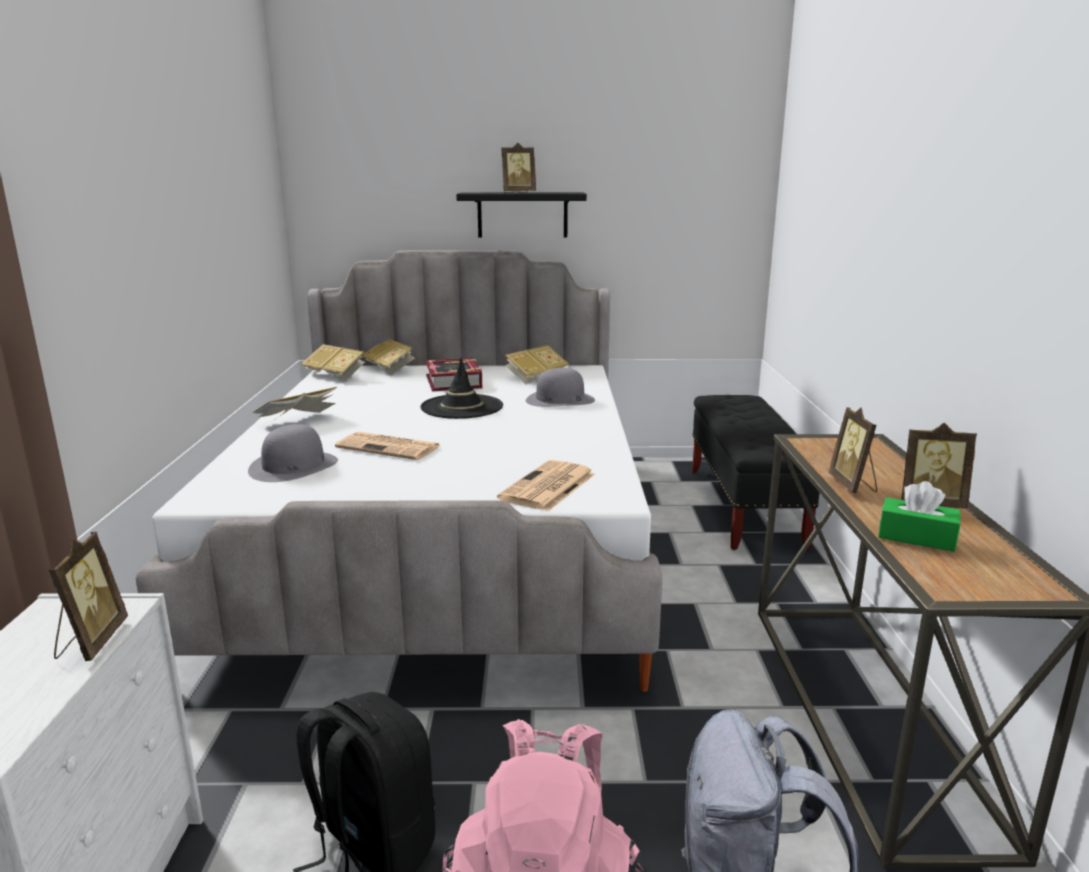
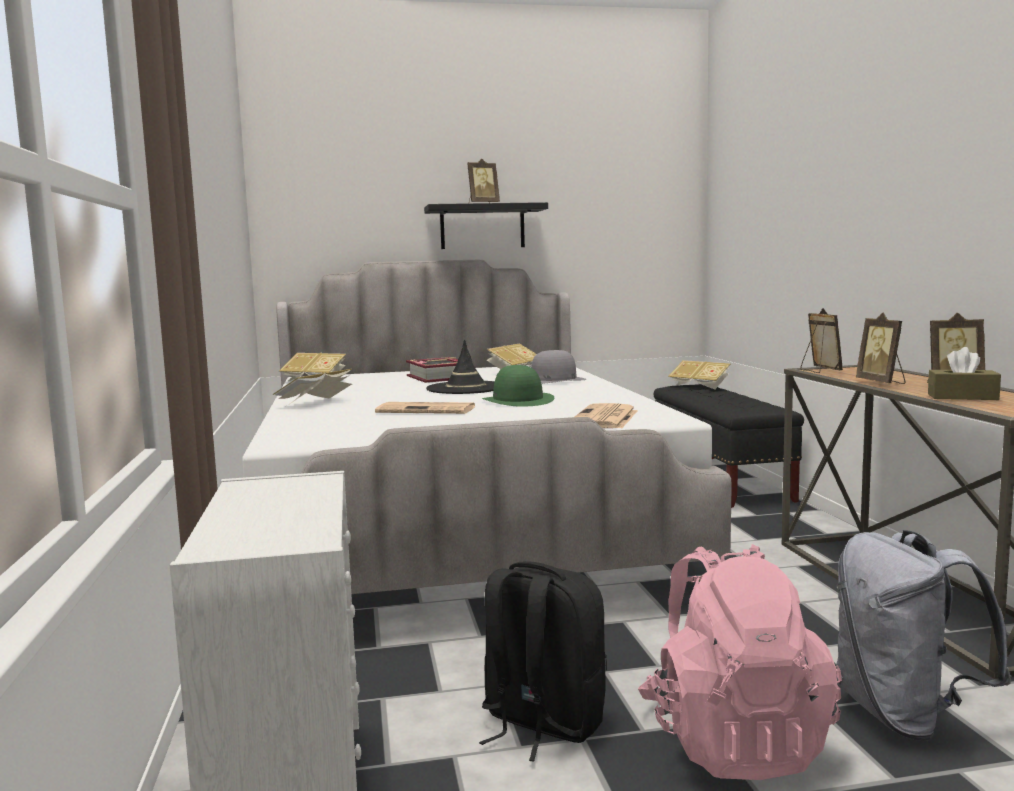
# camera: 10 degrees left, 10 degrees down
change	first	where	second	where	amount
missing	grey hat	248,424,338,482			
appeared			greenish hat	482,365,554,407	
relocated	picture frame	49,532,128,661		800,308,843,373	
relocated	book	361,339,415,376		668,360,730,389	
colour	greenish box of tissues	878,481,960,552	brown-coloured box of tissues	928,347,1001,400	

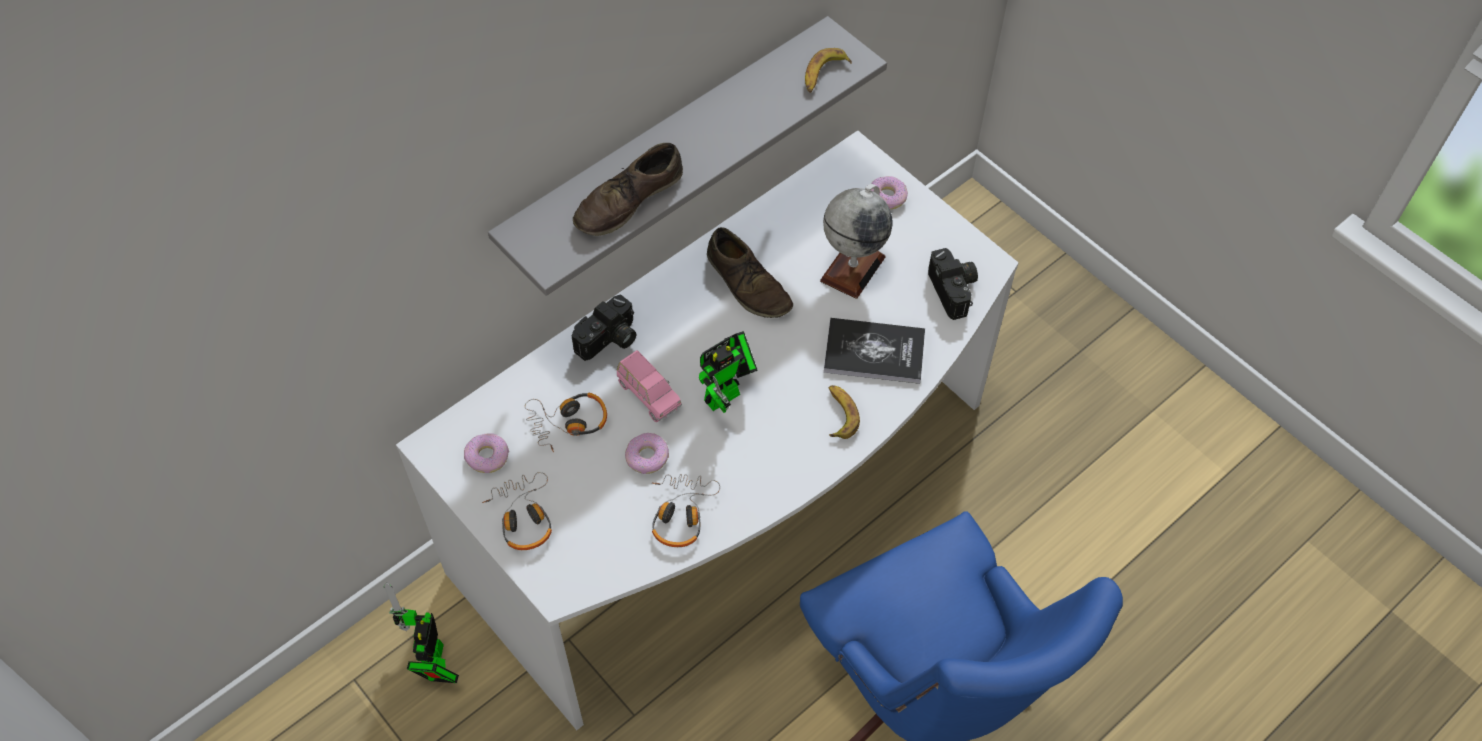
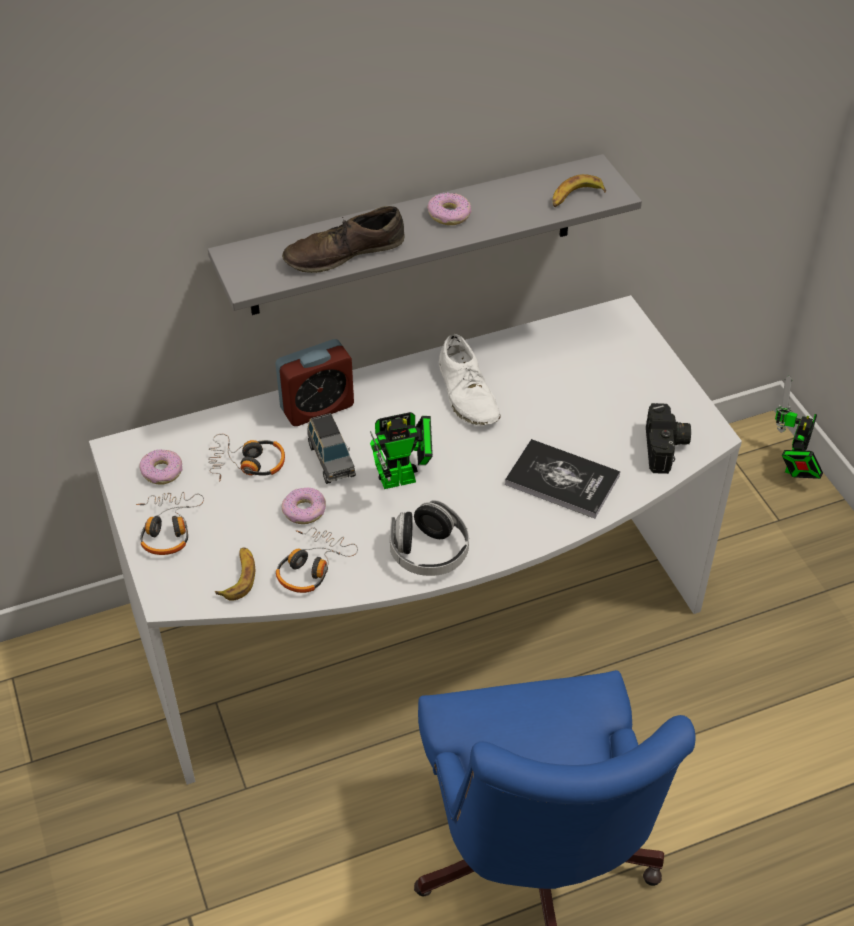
# camera: 20 degrees right, 10 degrees down
change	first	where	second	where	amount
missing	globe	820,184,893,299			
appeared			pair of headphones	390,500,469,576	
relocated	model robot	384,582,459,683		775,375,823,479	
relocated	whole banana	829,385,860,439		215,547,255,601	
relocated	donut	871,176,908,209		427,193,471,225	
exchanged	still camera	572,294,636,361	bedside clock	275,339,354,426	
colour	pinkish model car	617,350,682,422	grey model car	307,413,356,484	
colour	brown-coloured shoe	707,227,793,318	whitish shoe	439,334,501,426	

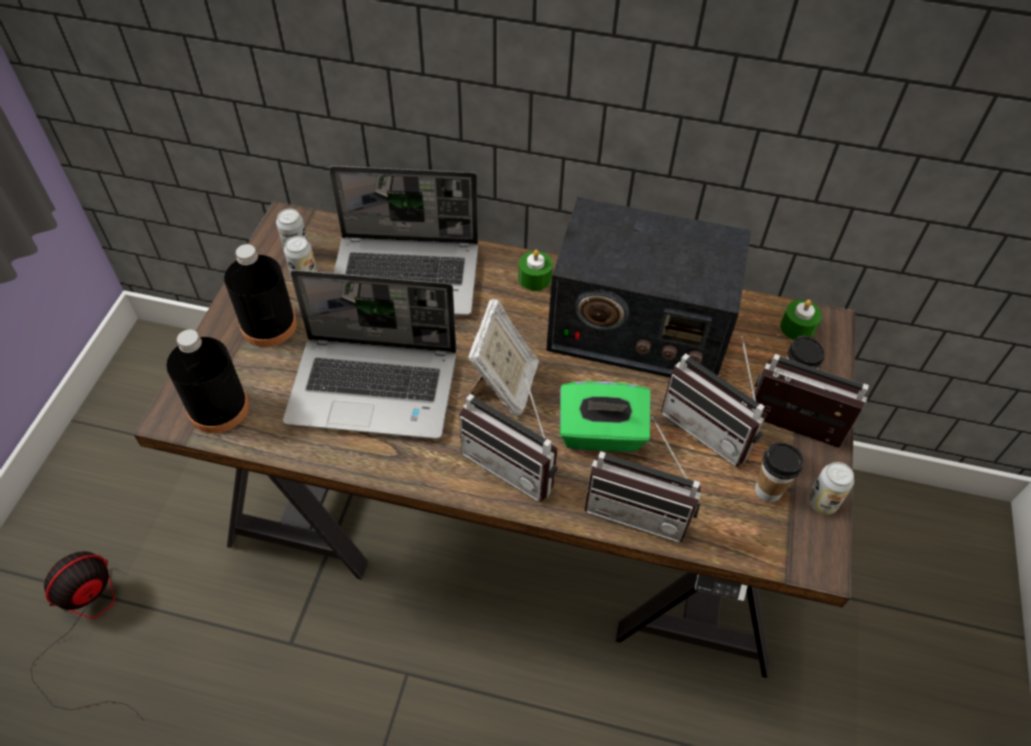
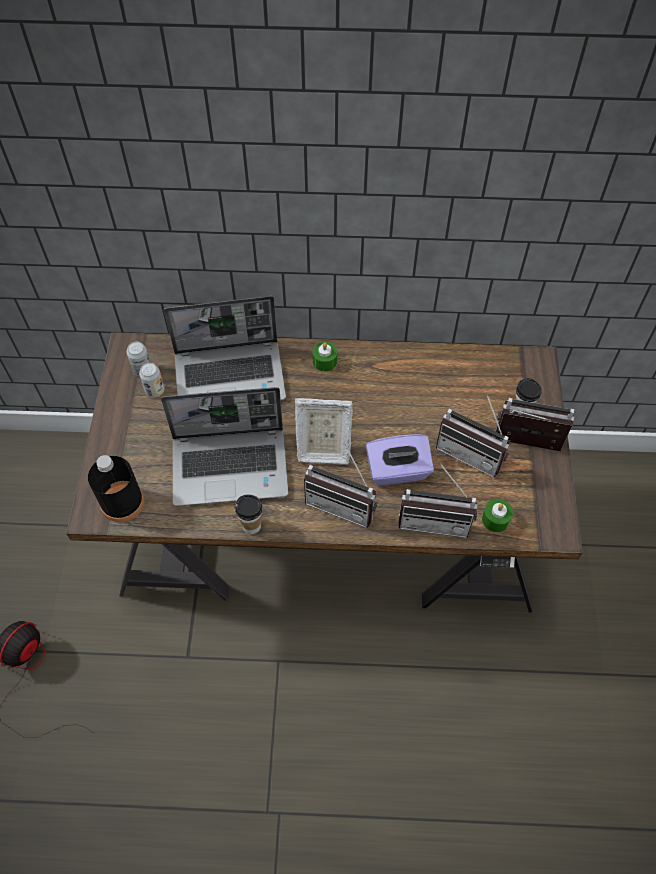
# camera: 10 degrees left, 5 degrees up
change	first	where	second	where	amount
missing	black-coloured bottle	224,244,297,347			
missing	radio	546,197,751,378			
missing	sealed can	808,462,854,515			
relocated	drinking cup	755,442,803,502		235,494,262,534	
relocated	greenish wax candle	780,300,822,340		482,499,513,532	
colour	greenish box of tissues	560,381,650,452	purplish box of tissues	366,434,434,486	
spun	picture frame	468,299,539,417		295,398,353,465	90 degrees clockwise

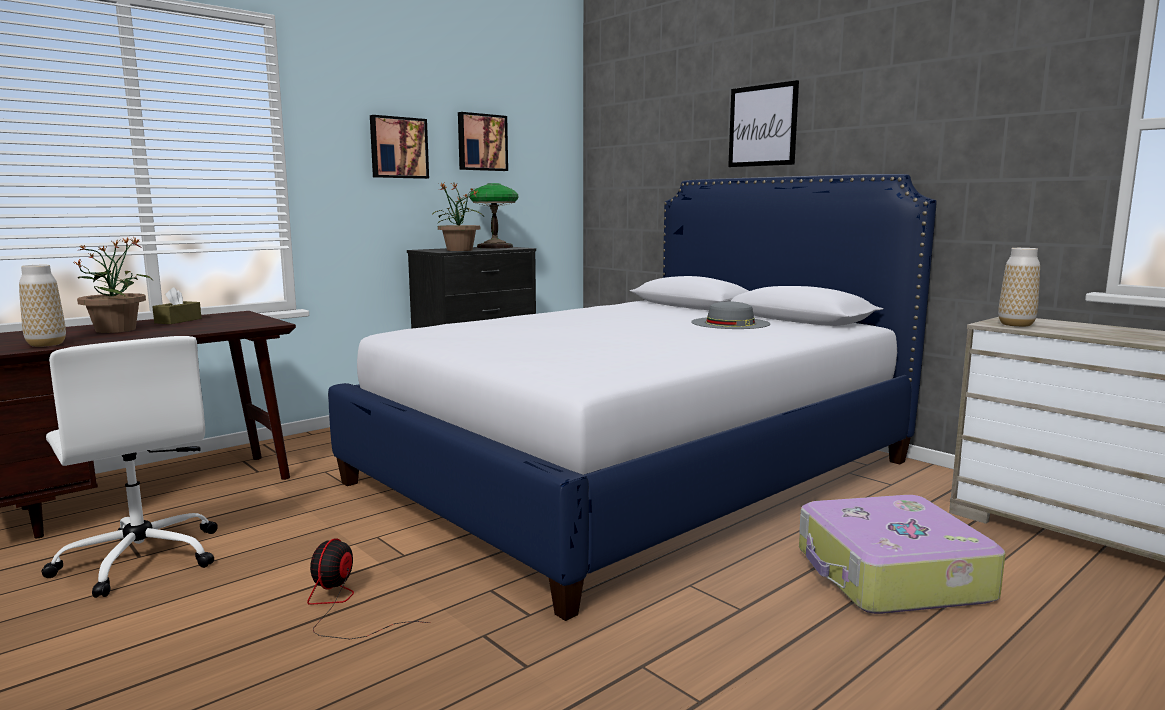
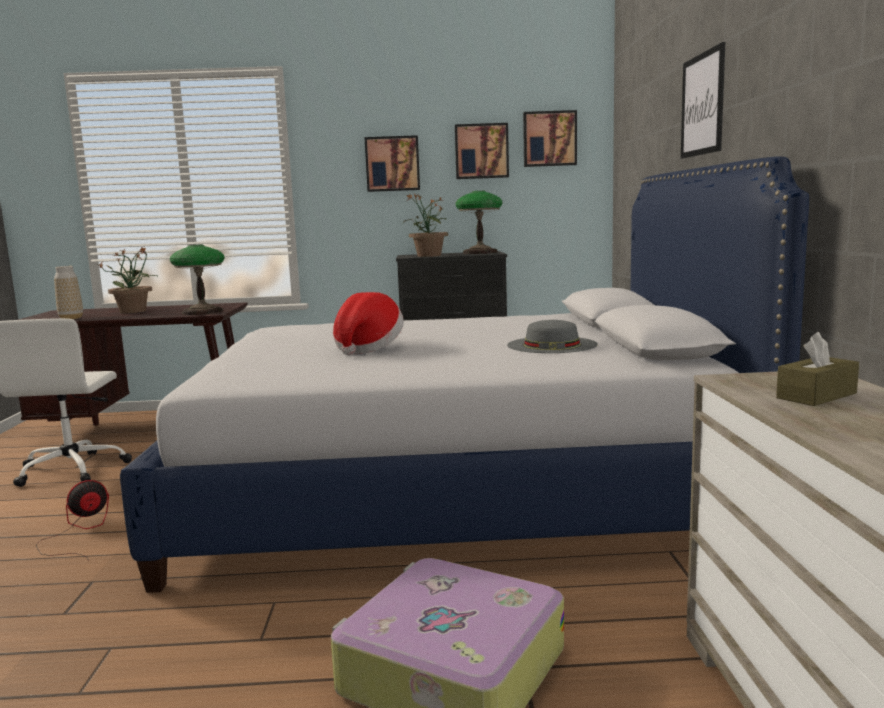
# camera: 40 degrees right, 0 degrees up
change	first	where	second	where	amount
missing	flower vase	998,248,1040,327			
appeared			table lamp	170,245,225,315	
appeared			hat	333,292,404,355	
appeared			wall picture	523,110,577,167	
relocated	brown-coloured box of tissues	152,287,202,324		776,332,859,406	

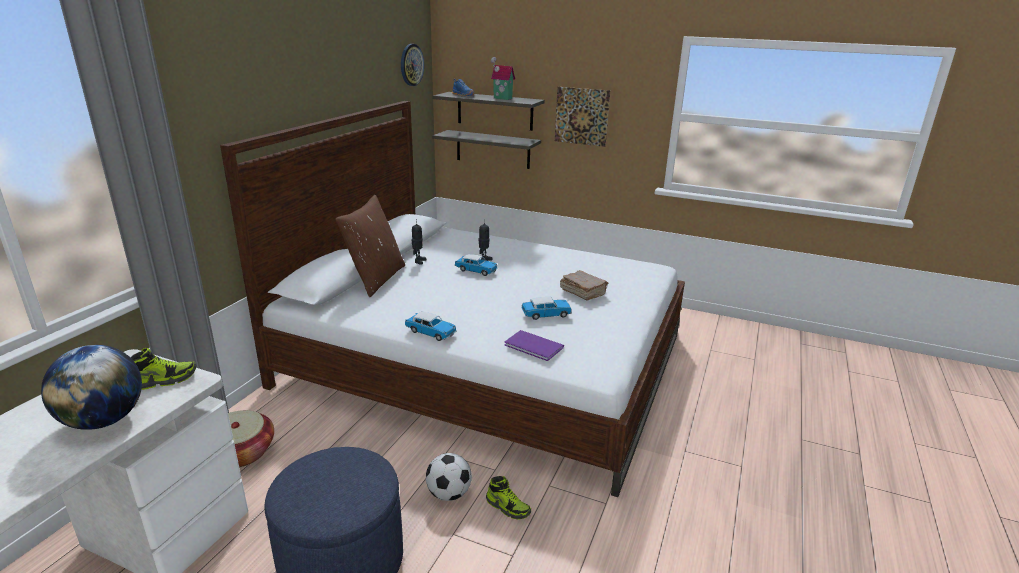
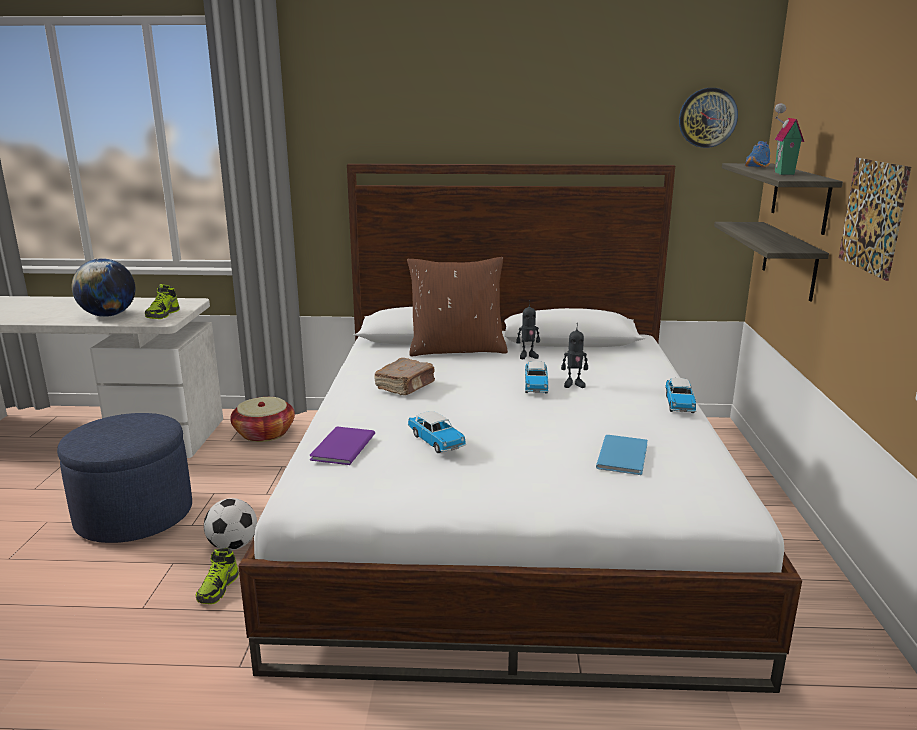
# camera: 70 degrees right, 5 degrees down
change	first	where	second	where	amount
appeared			bluish book	596,435,648,475	
relocated	model car	405,312,457,341		665,378,696,413	
relocated	brown-coloured book	560,271,608,300		374,358,435,395	
spun	shoe	130,348,196,390		145,284,180,319	60 degrees clockwise

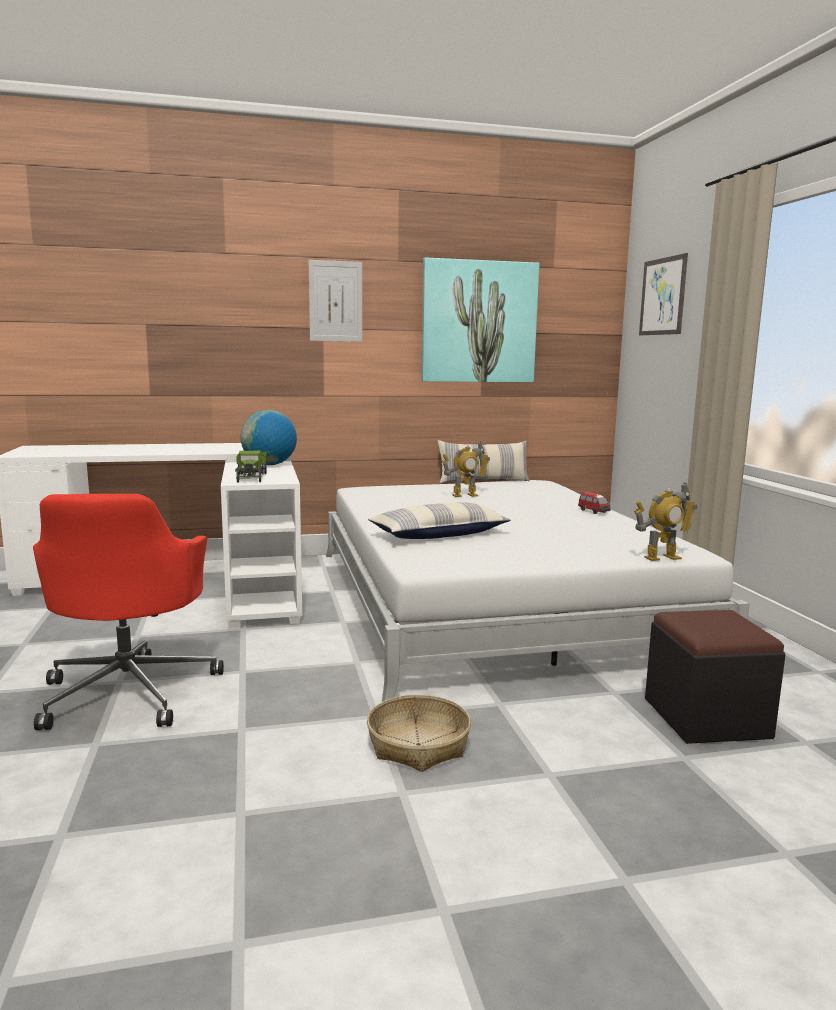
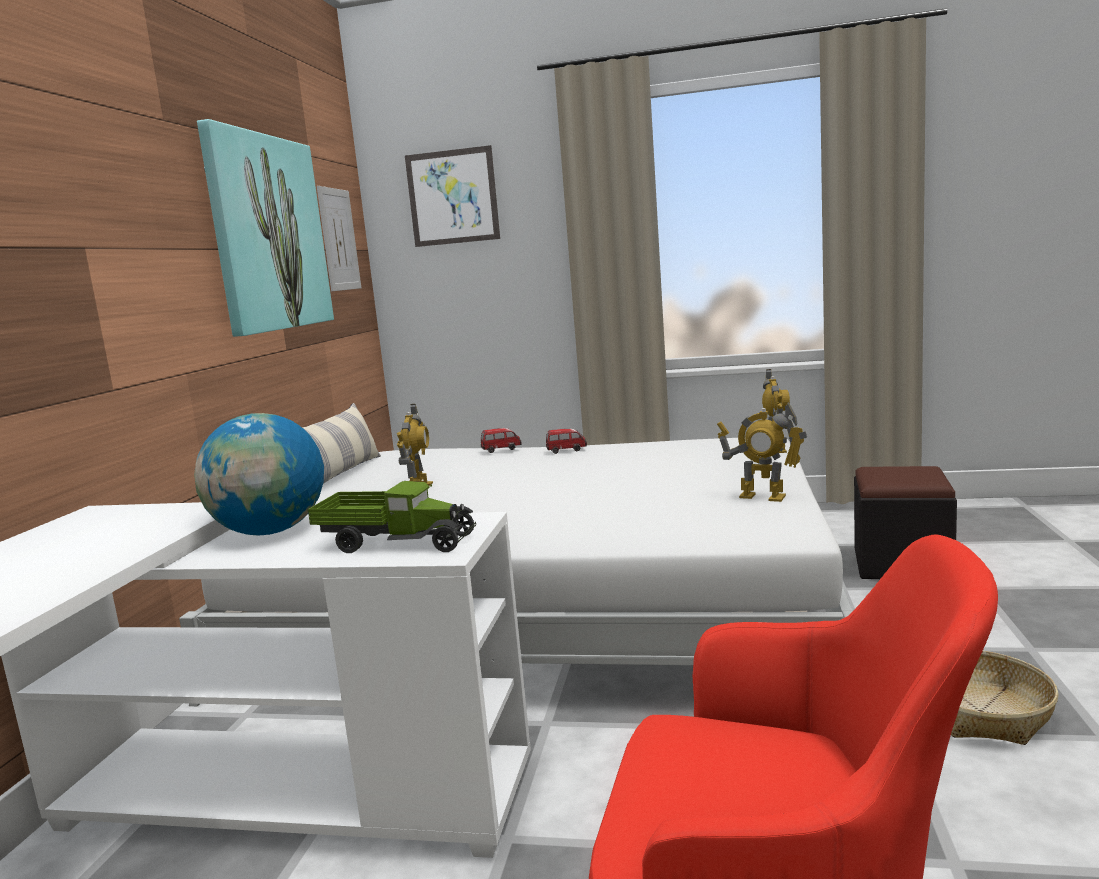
# camera: 65 degrees left, 0 degrees up
change	first	where	second	where	amount
missing	throw pillow	368,502,511,539			
appeared			model car	481,428,522,453	
appeared			model robot	717,402,807,502	
relocated	wall picture	309,260,362,342		317,186,361,291	

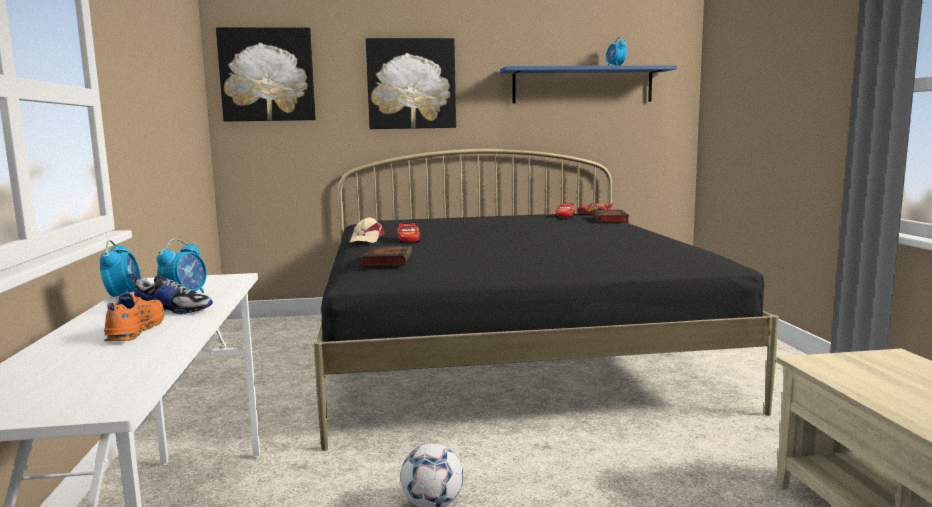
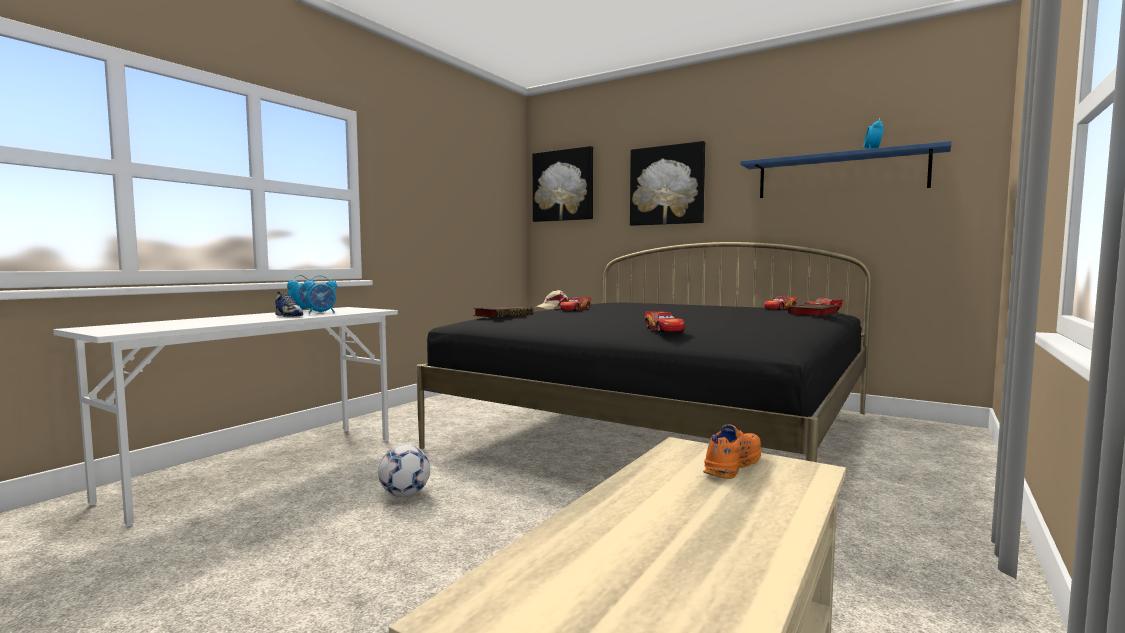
# camera: 40 degrees right, 5 degrees down
change	first	where	second	where	amount
appeared			model car	645,311,685,332	
relocated	orangey shoe	104,293,165,341		703,424,761,479	

